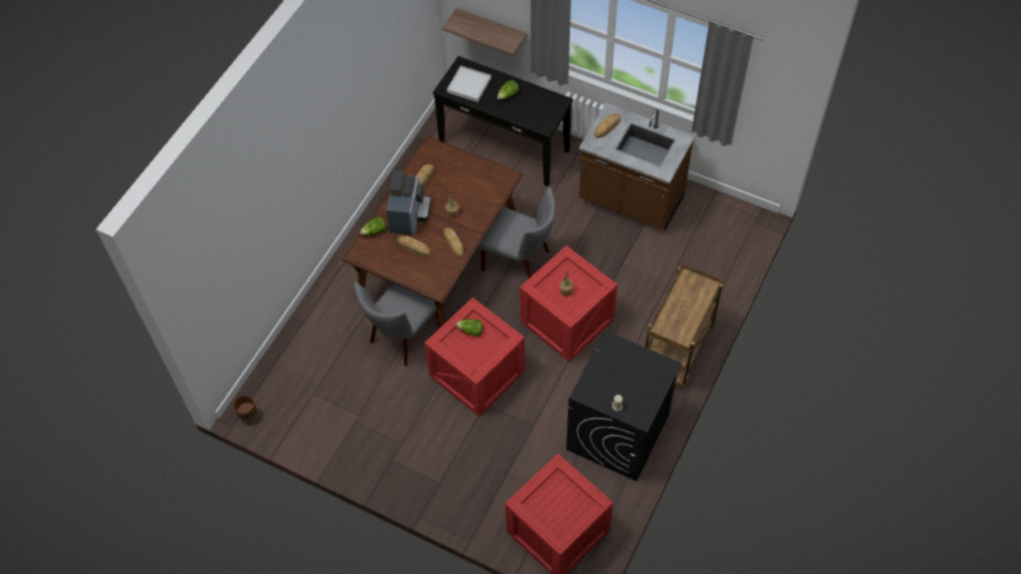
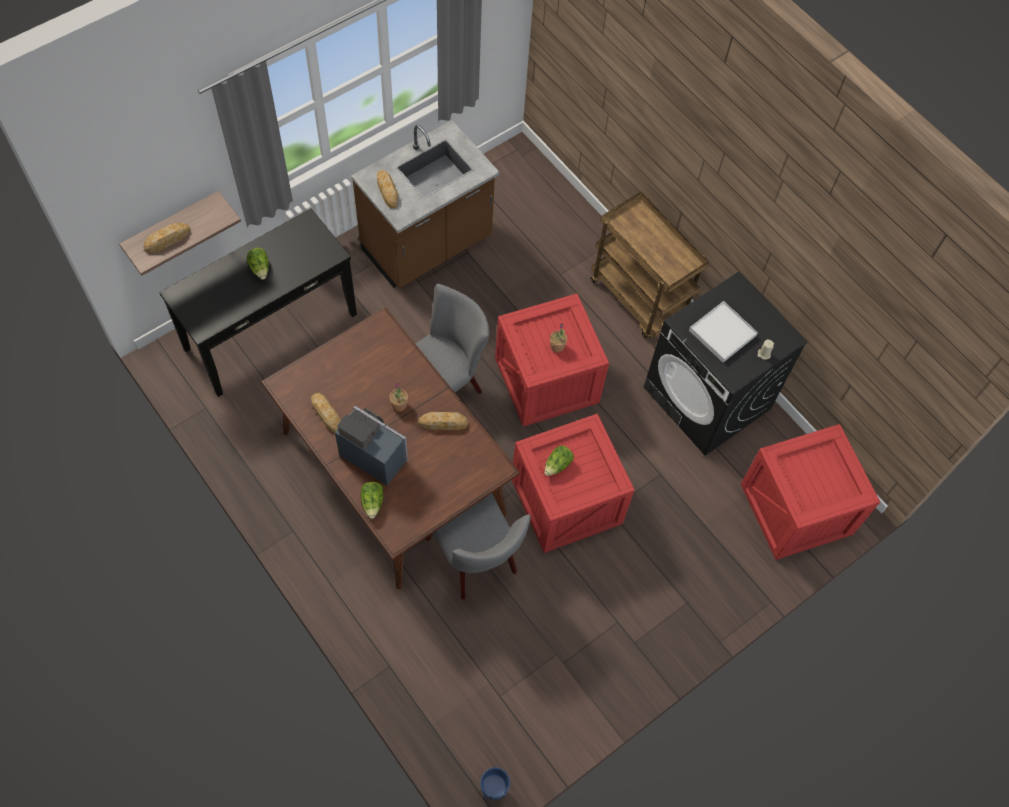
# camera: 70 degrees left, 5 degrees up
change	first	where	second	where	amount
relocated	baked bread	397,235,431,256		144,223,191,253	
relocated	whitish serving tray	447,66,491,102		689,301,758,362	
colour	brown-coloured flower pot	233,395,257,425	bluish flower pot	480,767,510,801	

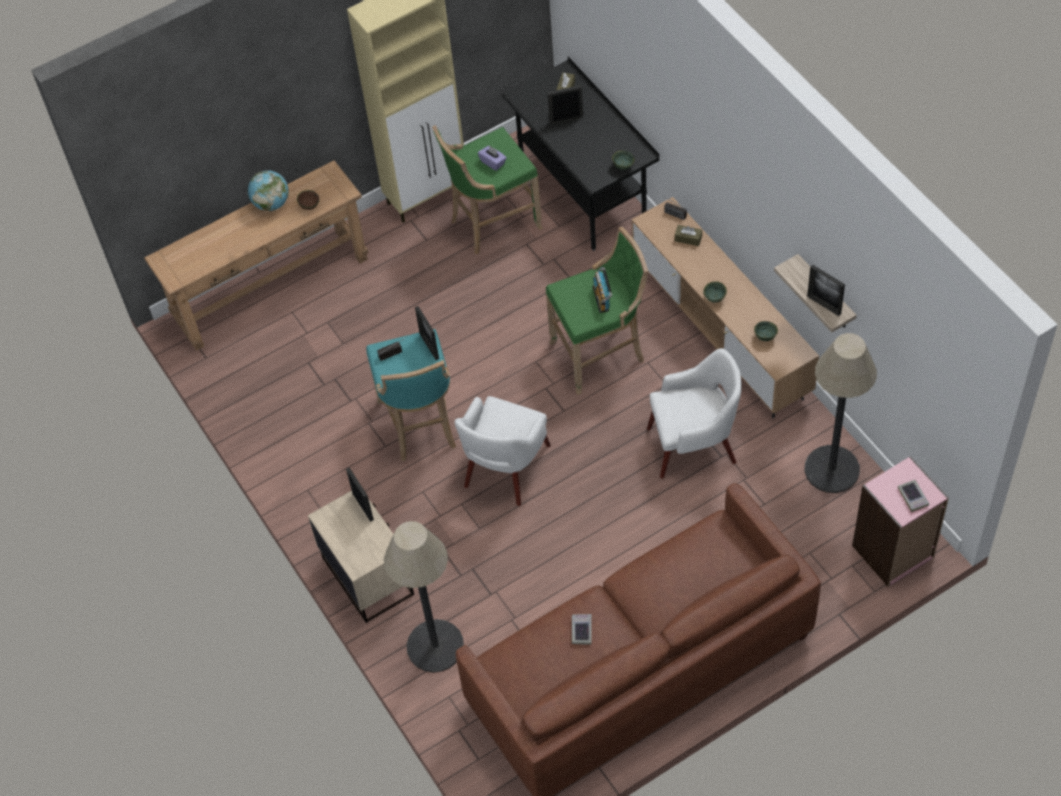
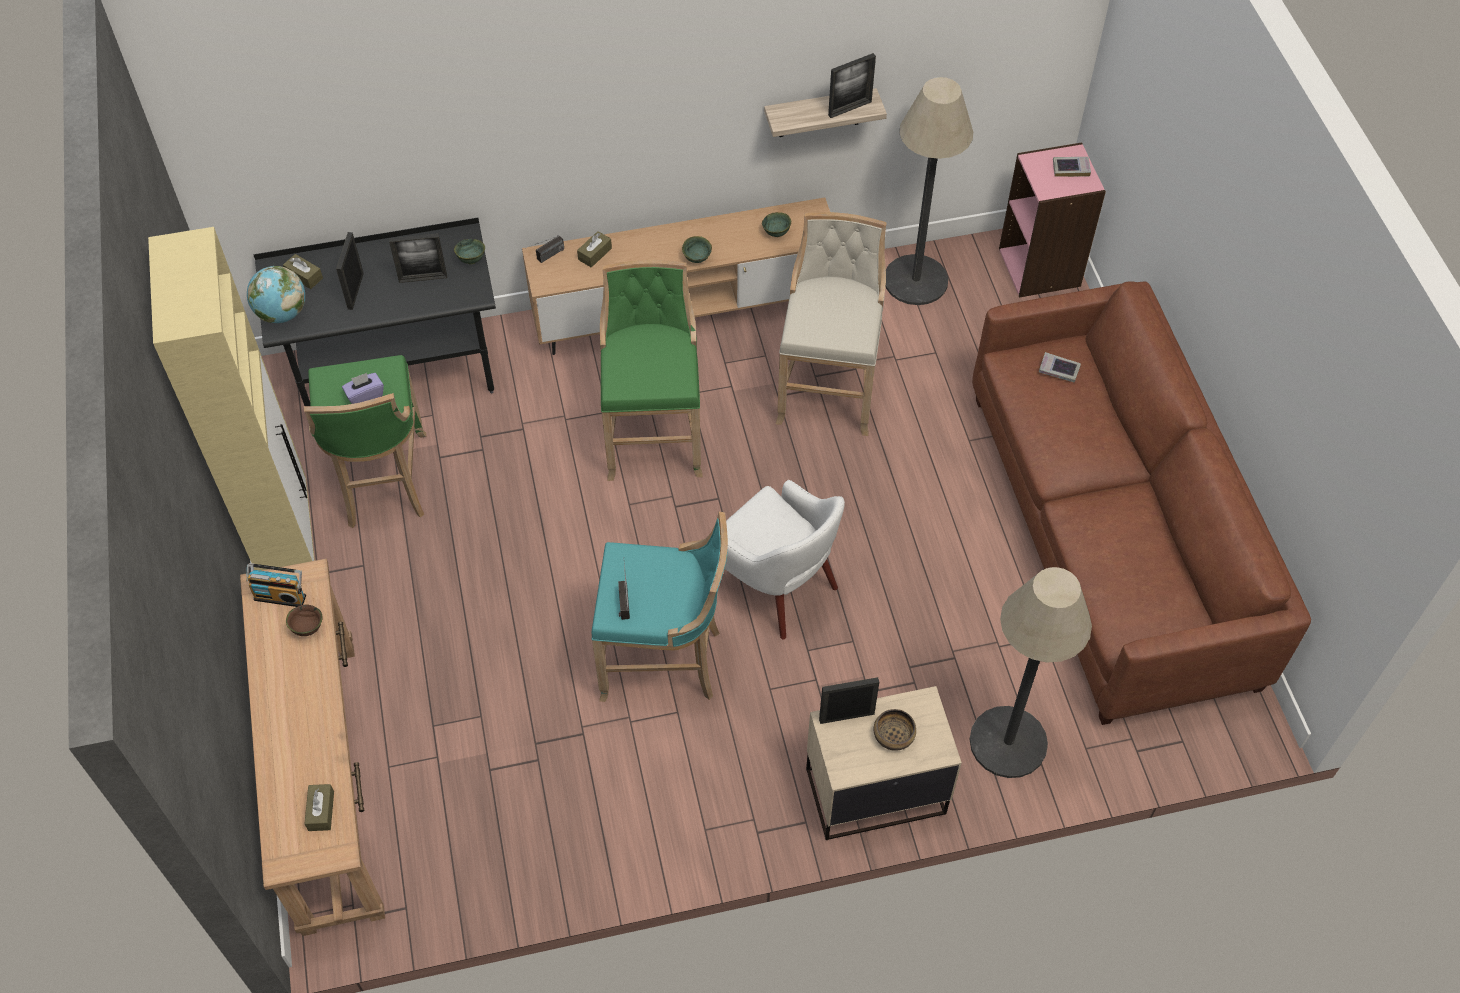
# camera: 75 degrees left, 0 degrees up
change	first	where	second	where	amount
appeared			brown-coloured box of tissues	305,784,334,831	
appeared			deep dish	874,709,916,751	
relocated	globe	248,170,289,211		247,266,305,323	
relocated	picture frame	415,306,439,360		389,233,447,283	
relocated	book	572,614,592,645		1039,352,1081,383	
relocated	radio	593,267,612,313		246,563,306,607	
exchanged	whitish armchair	647,348,742,479	sand-coloured sitting stool	776,212,887,436	

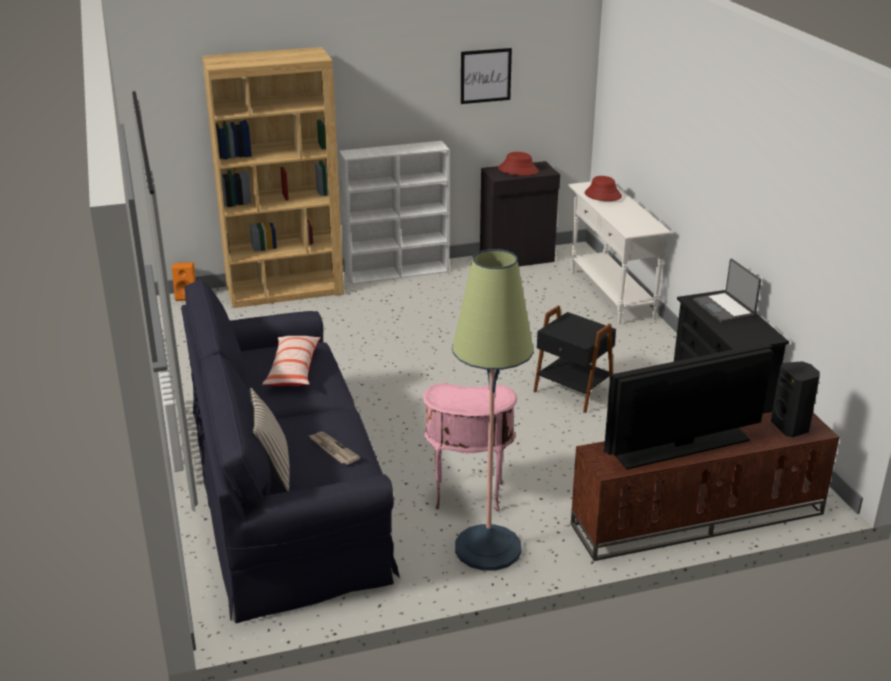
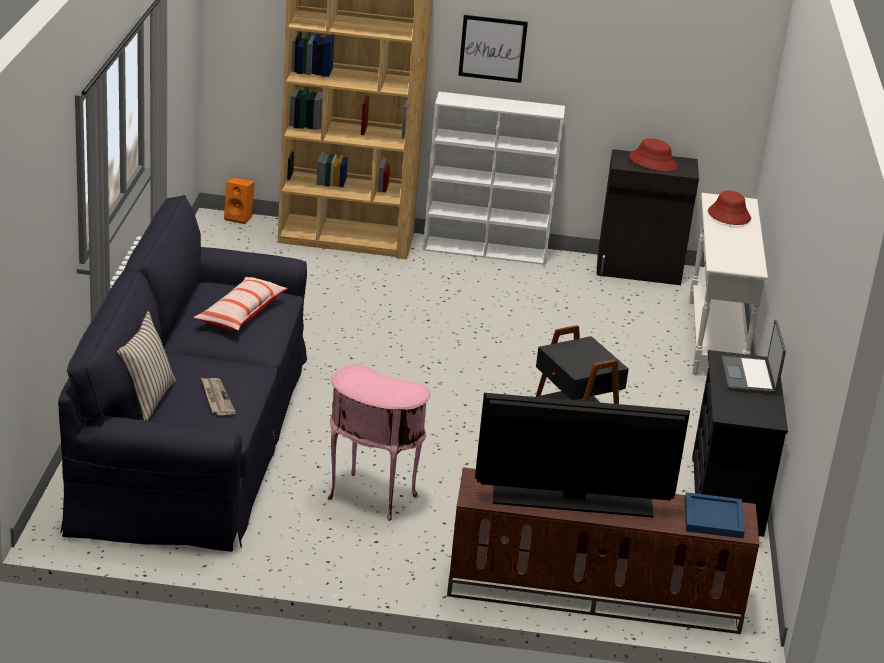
# camera: 20 degrees right, 0 degrees up
change	first	where	second	where	amount
missing	floor lamp	453,249,534,571			
relocated	wall picture	461,48,512,104		458,15,528,83	
exchanged	black-coloured audio speaker	771,361,820,437	bluish serving tray	685,492,745,538	

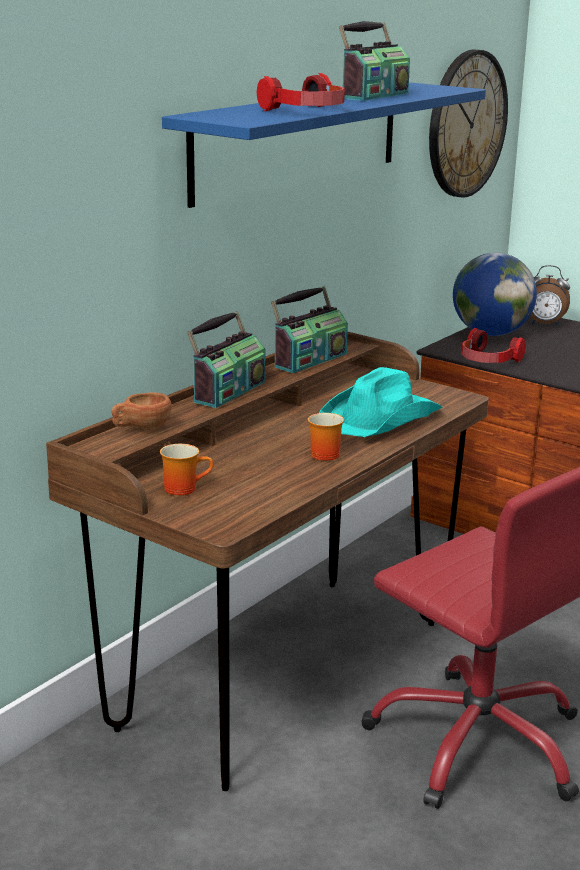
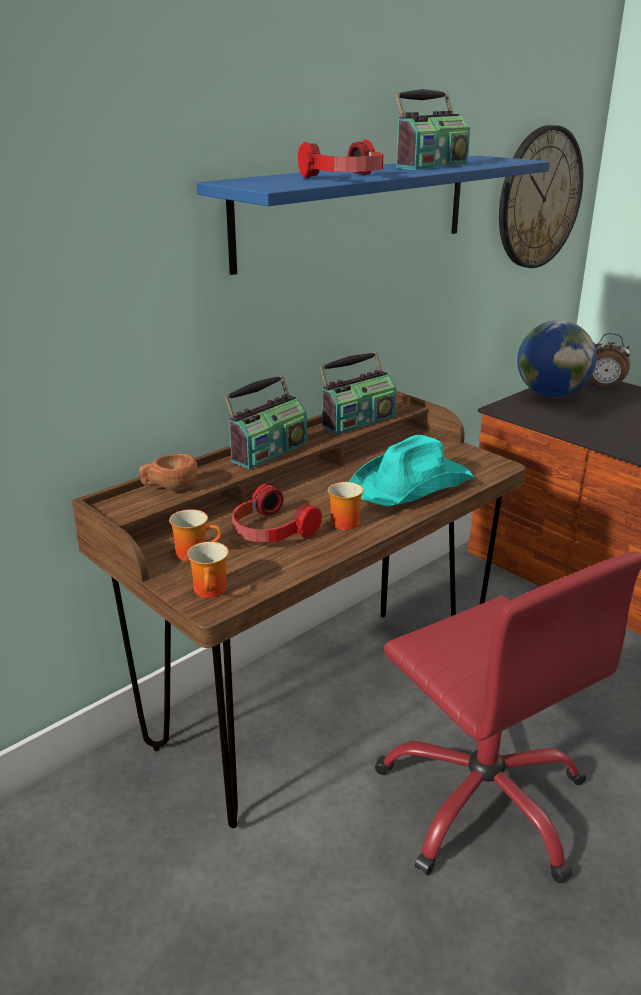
# camera: 10 degrees right, 5 degrees up
change	first	where	second	where	amount
appeared			mug	187,542,229,598	
relocated	pair of headphones	462,328,526,363		232,484,322,543	

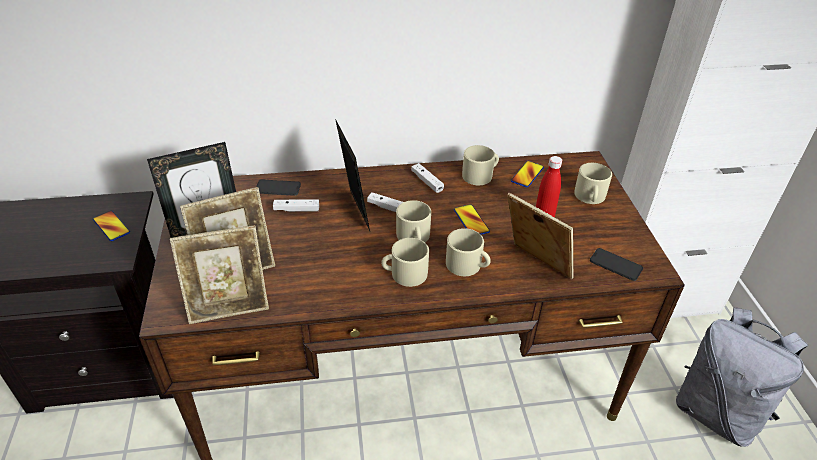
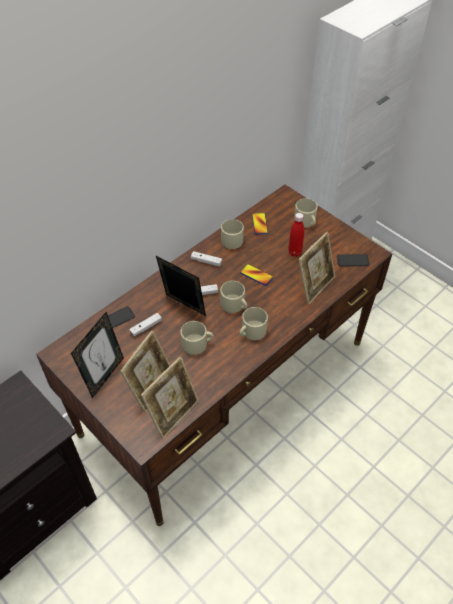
# camera: 35 degrees left, 10 degrees up
change	first	where	second	where	amount
missing	handset	93,210,130,241			
missing	grey rucksack	676,307,809,447			
relocated	sand-coloured mug	446,228,491,276		181,321,214,355	
spun	picture frame	507,193,574,279		298,232,335,304	120 degrees clockwise

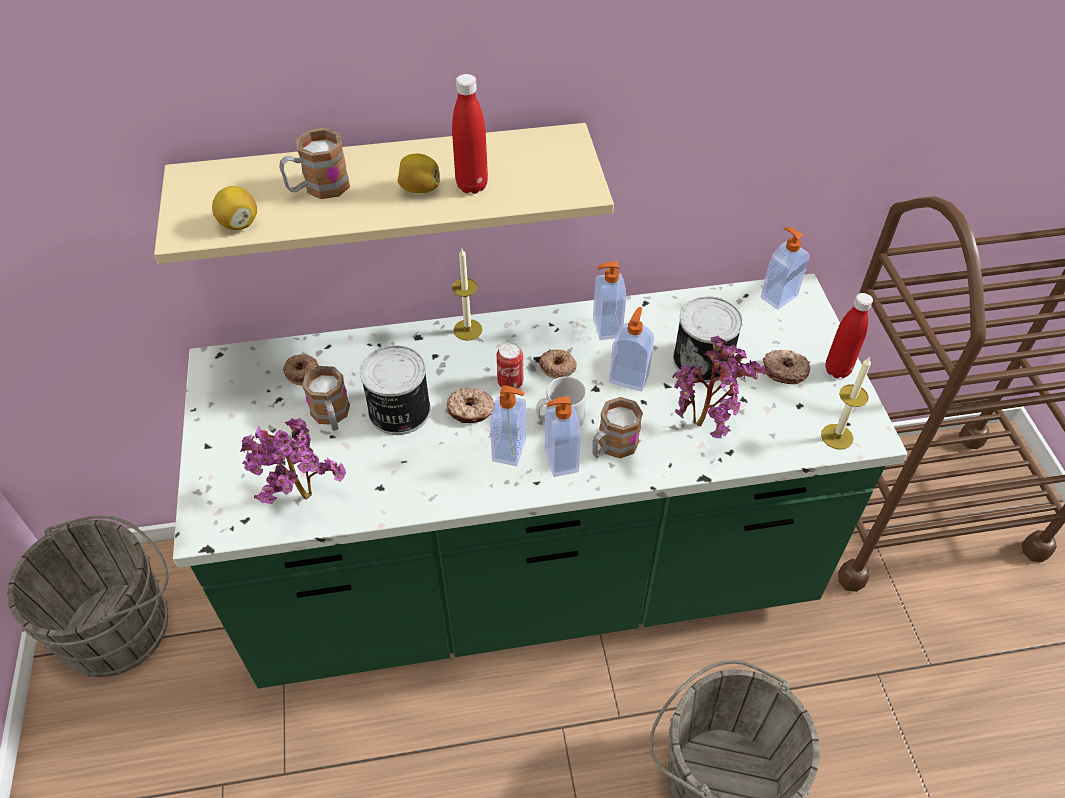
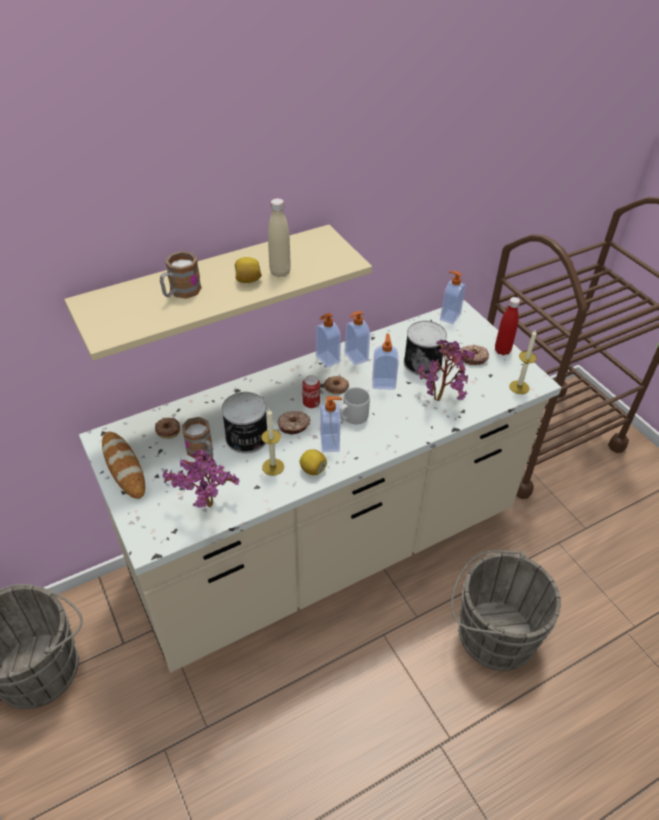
# camera: 20 degrees left, 5 degrees down
change	first	where	second	where	amount
missing	mug	592,397,643,458			
appeared			baked bread	102,432,145,499	
relocated	lemon	212,186,257,230		300,449,327,475	
relocated	wax candle	452,249,482,341		261,409,284,476	
relocated	liquid soap bottle	545,396,581,477		316,313,341,368	
colour	greenish kitchen base unit	173,274,908,689	sand-coloured kitchen base unit	79,300,561,673	
colour	red-coloured bottle	452,74,488,194	sand-coloured bottle	268,198,291,277	

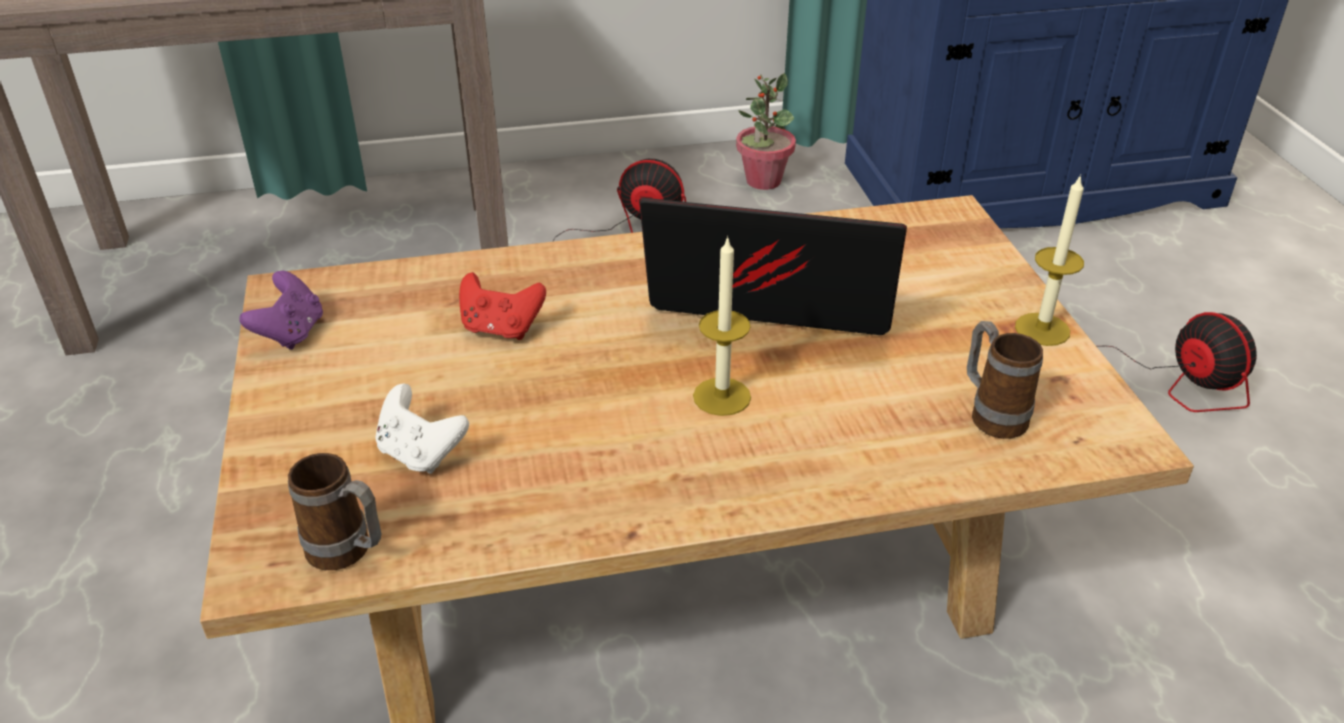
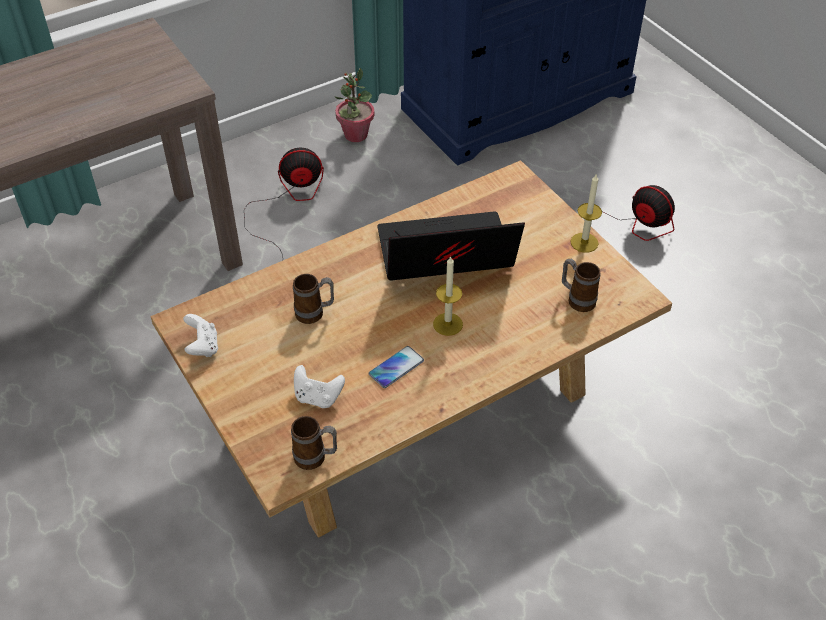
# camera: 20 degrees left, 10 degrees up
change	first	where	second	where	amount
appeared			handset	369,346,424,388	
exchanged	red-coloured joypad	459,272,546,340	mug	293,274,334,324	
colour	purplish joypad	239,271,323,350	whitish joypad	183,314,218,357	

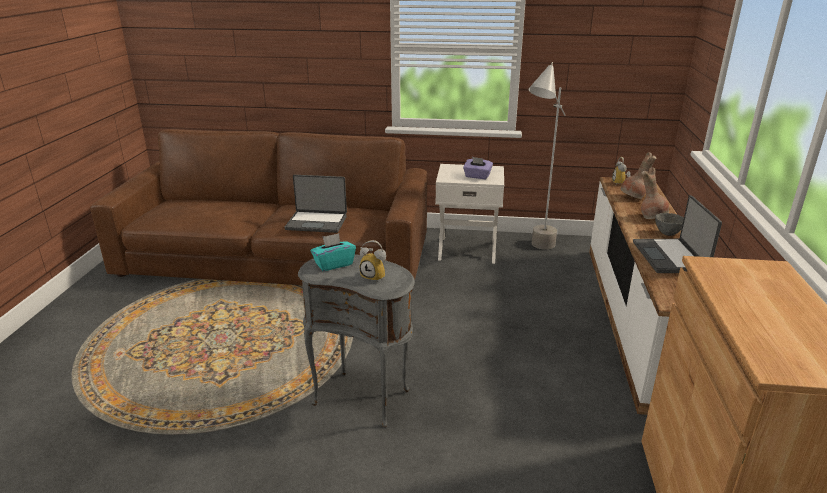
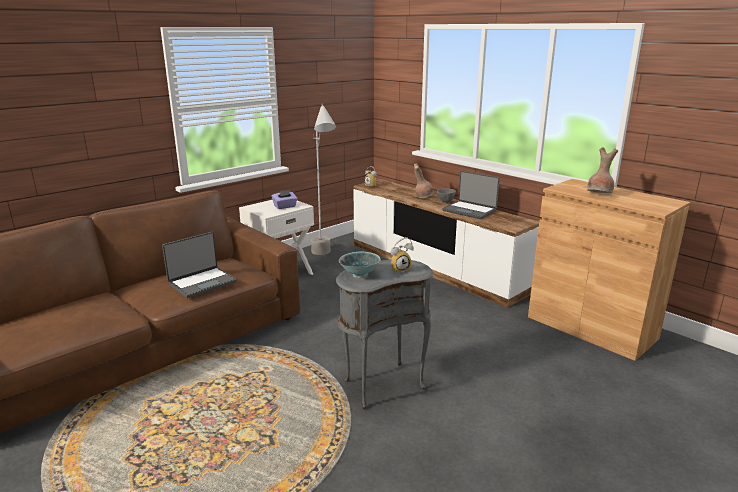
# camera: 50 degrees left, 5 degrees down
change	first	where	second	where	amount
relocated	brown-coloured flower vase	620,152,656,199		587,147,618,193	
exchanged	turquoise box of tissues	311,233,356,271	deep dish	339,252,381,278	

